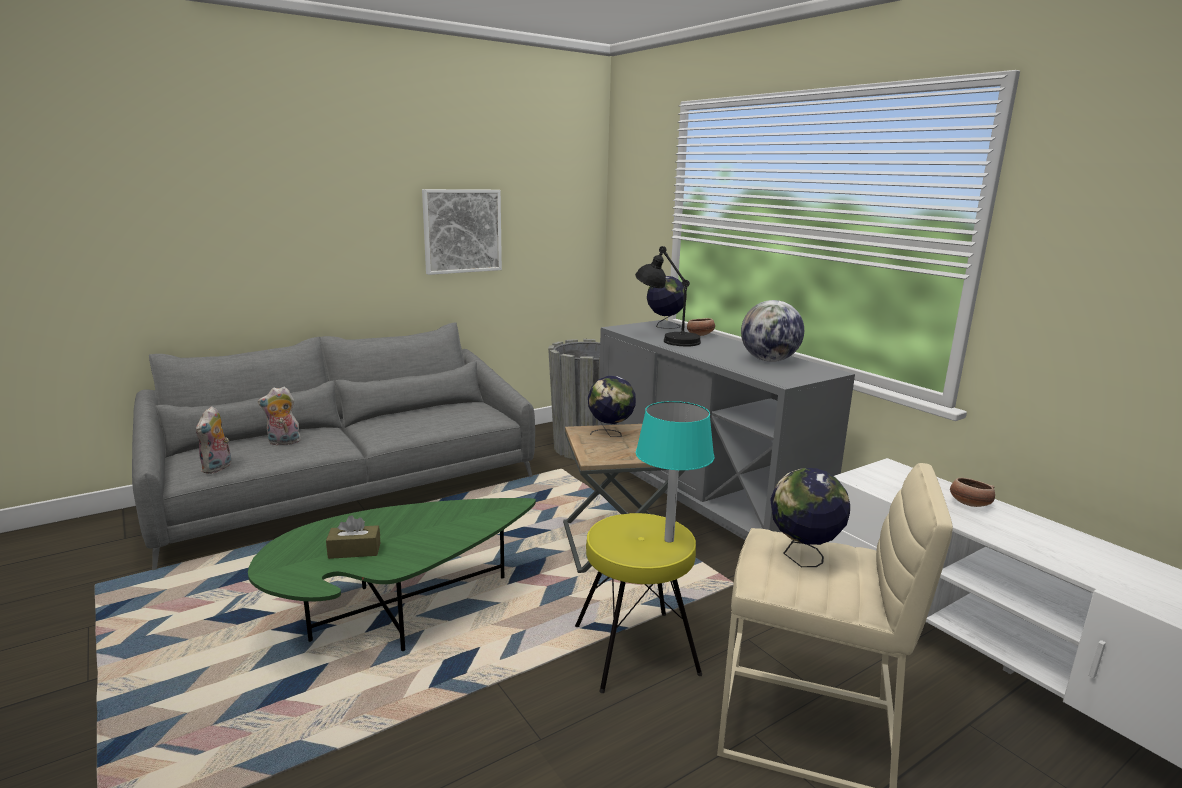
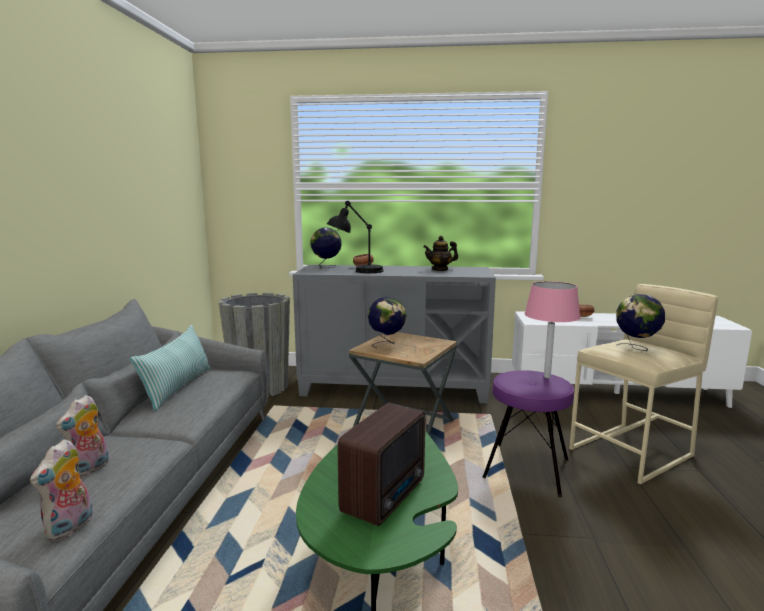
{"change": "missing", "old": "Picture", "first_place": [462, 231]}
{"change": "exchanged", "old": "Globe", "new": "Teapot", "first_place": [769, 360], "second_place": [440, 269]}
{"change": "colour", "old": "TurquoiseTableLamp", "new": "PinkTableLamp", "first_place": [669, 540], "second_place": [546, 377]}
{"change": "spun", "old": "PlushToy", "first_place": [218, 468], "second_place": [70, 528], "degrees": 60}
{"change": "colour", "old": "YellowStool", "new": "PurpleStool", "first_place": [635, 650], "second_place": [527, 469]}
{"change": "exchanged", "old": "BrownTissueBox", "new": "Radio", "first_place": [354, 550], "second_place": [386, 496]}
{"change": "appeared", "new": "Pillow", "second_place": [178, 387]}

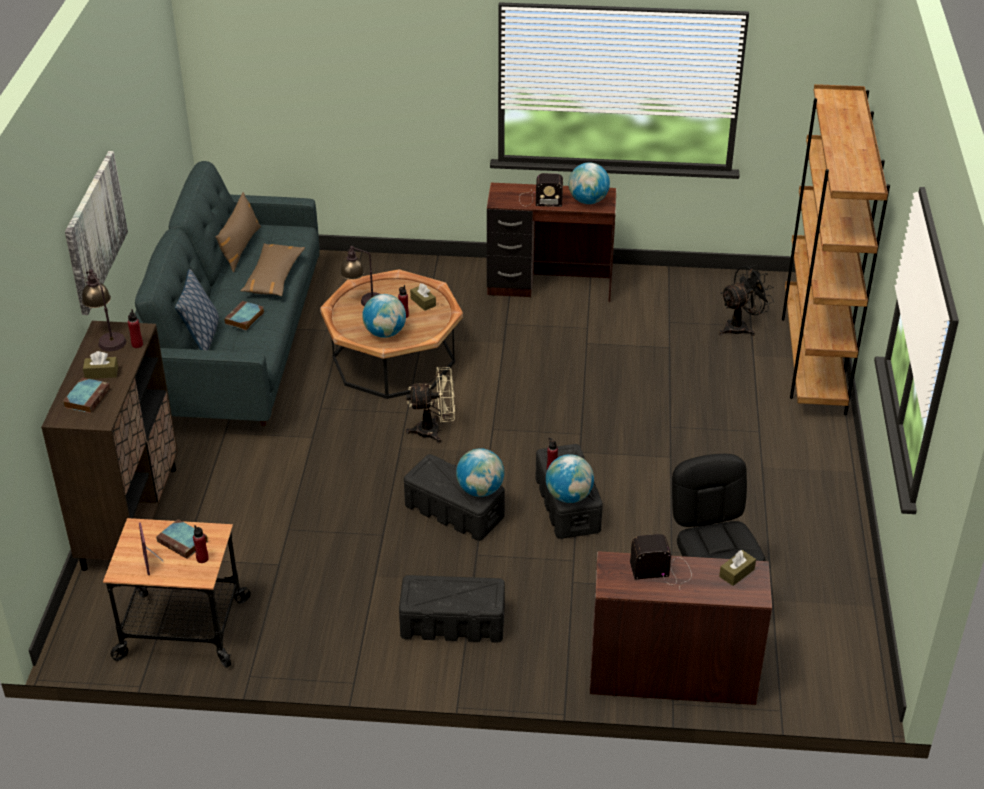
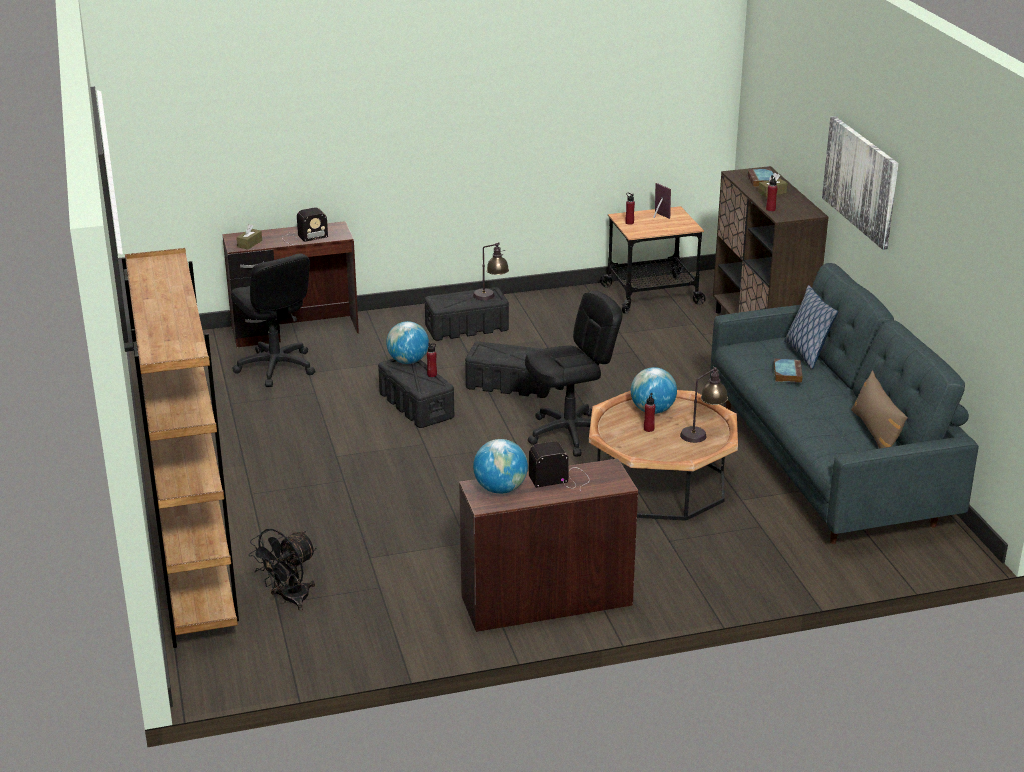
{"change": "missing", "old": "BrownPillow", "first_place": [273, 277]}
{"change": "relocated", "old": "TableLamp", "first_place": [107, 337], "second_place": [491, 297]}
{"change": "missing", "old": "BrownTissueBox", "first_place": [423, 302]}
{"change": "exchanged", "old": "BeigeFan", "new": "BlackOfficeChair", "first_place": [434, 431], "second_place": [570, 434]}
{"change": "missing", "old": "Globe", "first_place": [480, 490]}
{"change": "missing", "old": "Book", "first_place": [183, 542]}

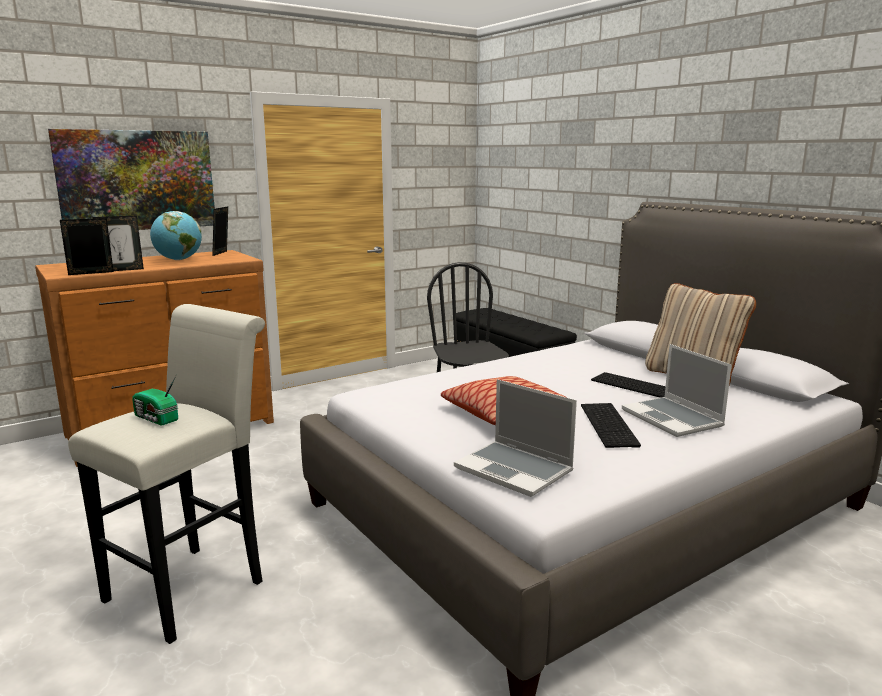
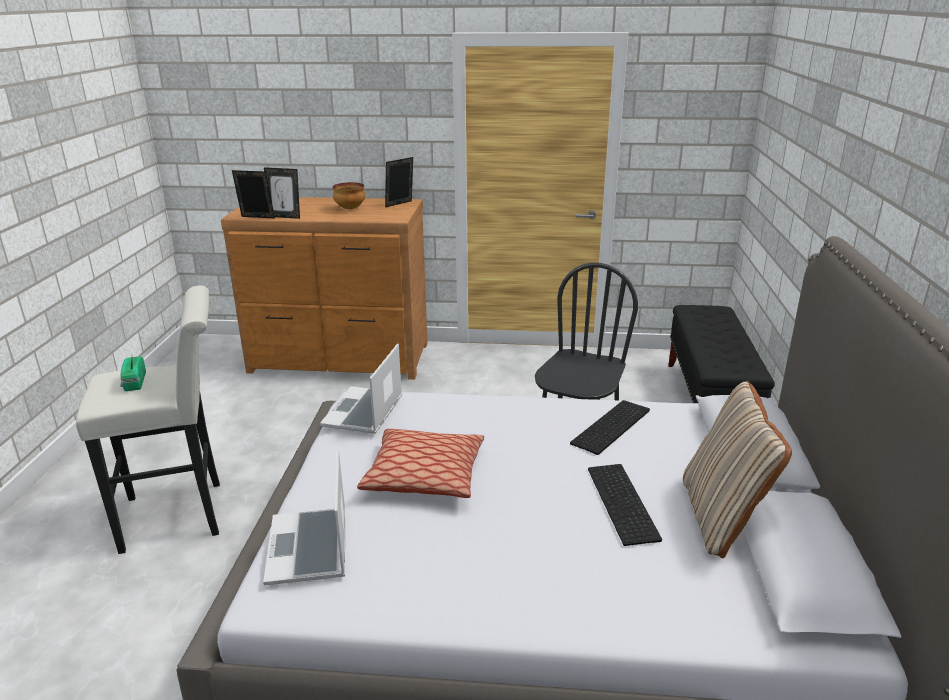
{"change": "missing", "old": "Picture", "first_place": [137, 180]}
{"change": "exchanged", "old": "Globe", "new": "Bowl", "first_place": [178, 260], "second_place": [349, 208]}
{"change": "relocated", "old": "Laptop", "first_place": [673, 419], "second_place": [364, 412]}
{"change": "relocated", "old": "Keyboard", "first_place": [611, 425], "second_place": [612, 427]}

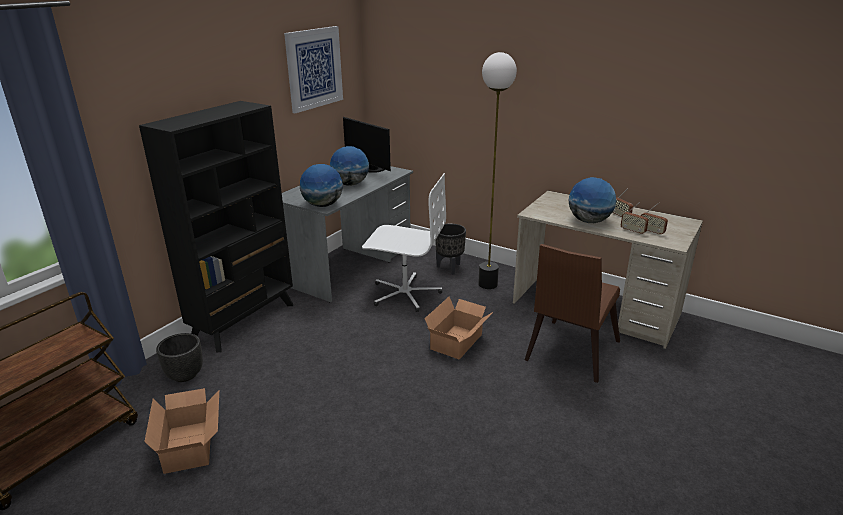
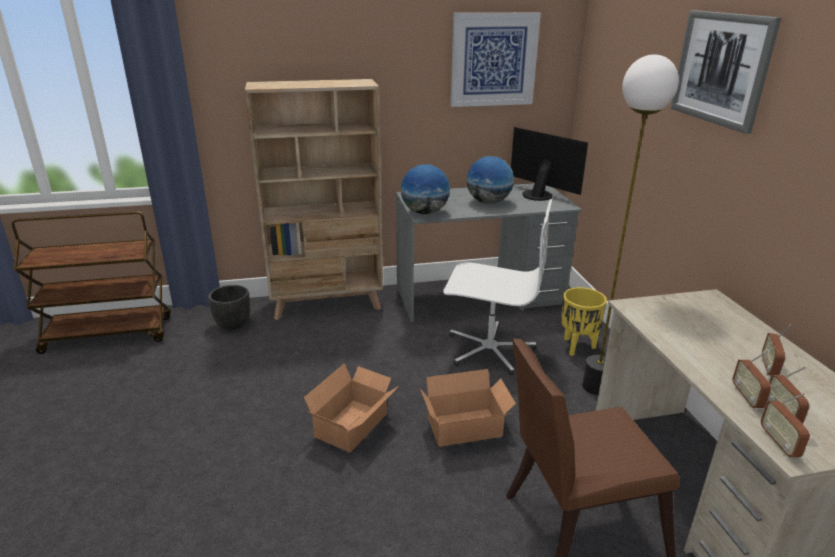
{"change": "colour", "old": "BlackBookcase", "new": "BeigeBookcase", "first_place": [244, 321], "second_place": [327, 304]}
{"change": "spun", "old": "Monitor", "first_place": [371, 169], "second_place": [539, 195], "degrees": 135}
{"change": "spun", "old": "WhiteOfficeChair", "first_place": [405, 293], "second_place": [489, 349], "degrees": -45}
{"change": "missing", "old": "Globe", "first_place": [589, 221]}
{"change": "colour", "old": "BlackPlanter", "new": "YellowPlanter", "first_place": [450, 268], "second_place": [577, 347]}
{"change": "relocated", "old": "CardboardBox", "first_place": [191, 444], "second_place": [355, 425]}
{"change": "appeared", "new": "Picture", "second_place": [721, 68]}
{"change": "appeared", "new": "Radio", "second_place": [779, 443]}

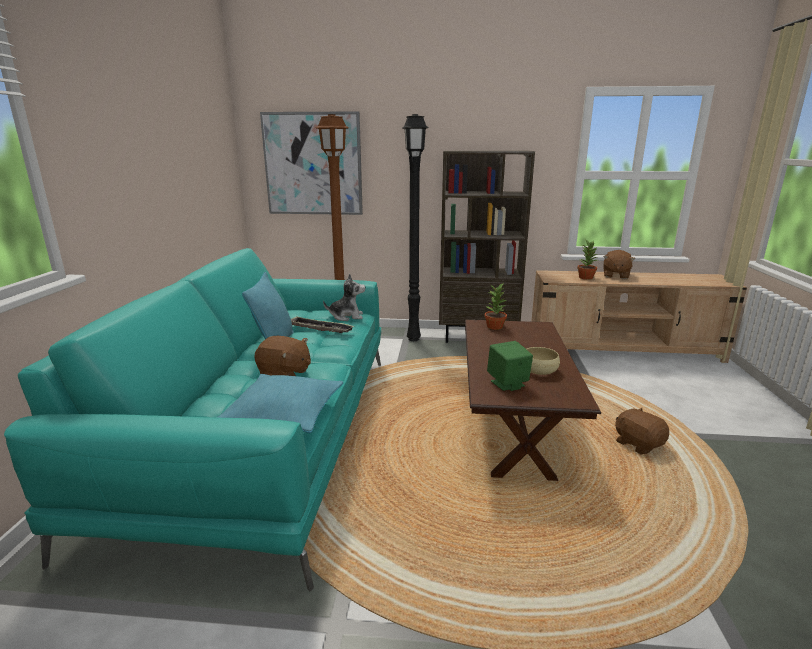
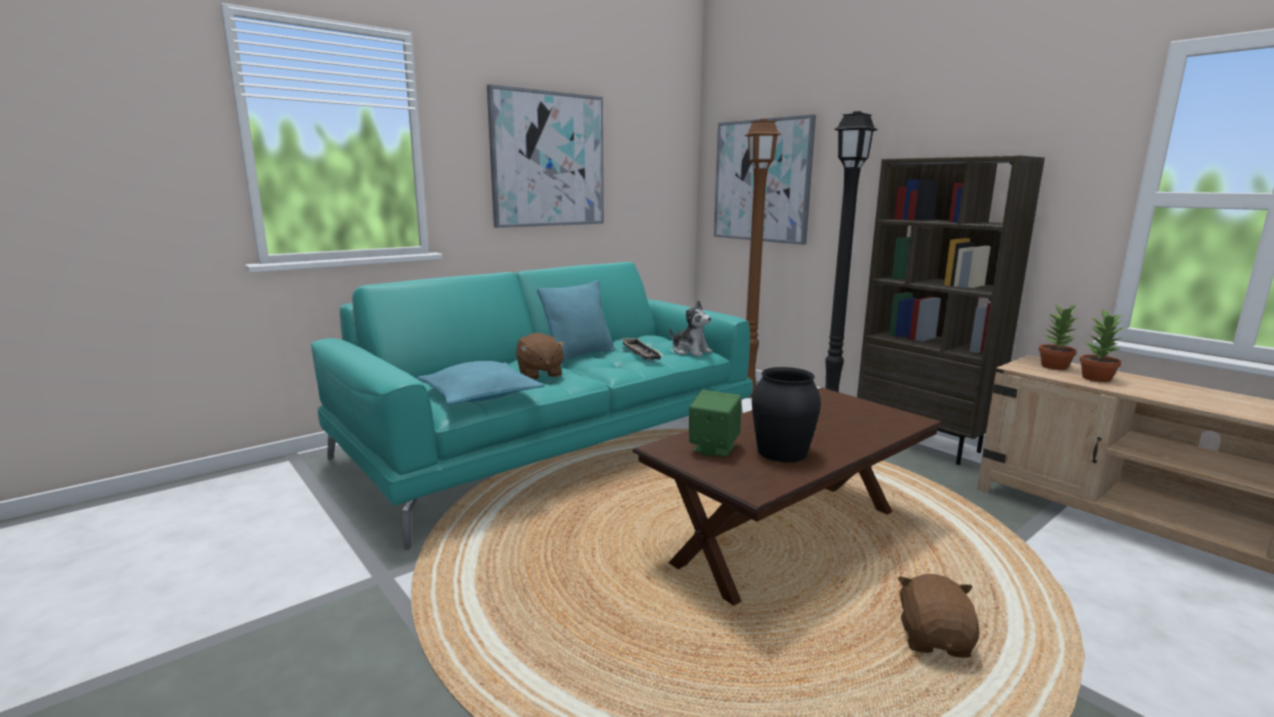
{"change": "missing", "old": "BrownPlushToy", "first_place": [615, 275]}
{"change": "relocated", "old": "PottedPlant", "first_place": [495, 327], "second_place": [1055, 367]}
{"change": "exchanged", "old": "BeigeBowl", "new": "BlackVase", "first_place": [539, 370], "second_place": [782, 452]}
{"change": "appeared", "new": "Picture", "second_place": [548, 160]}

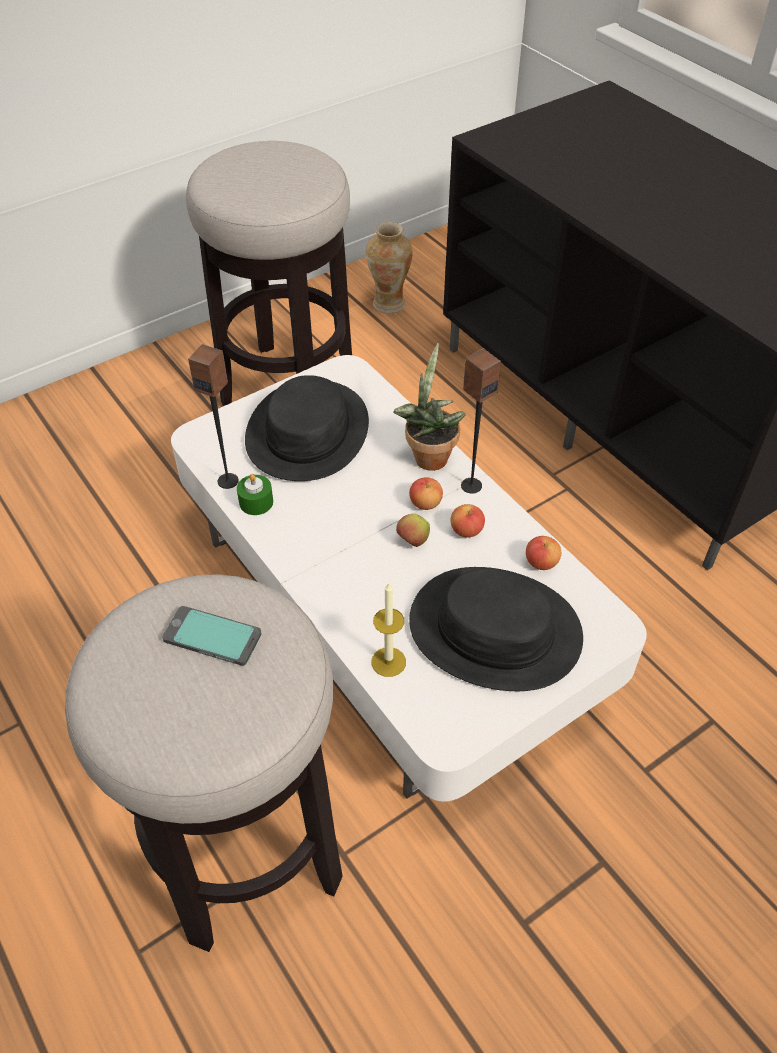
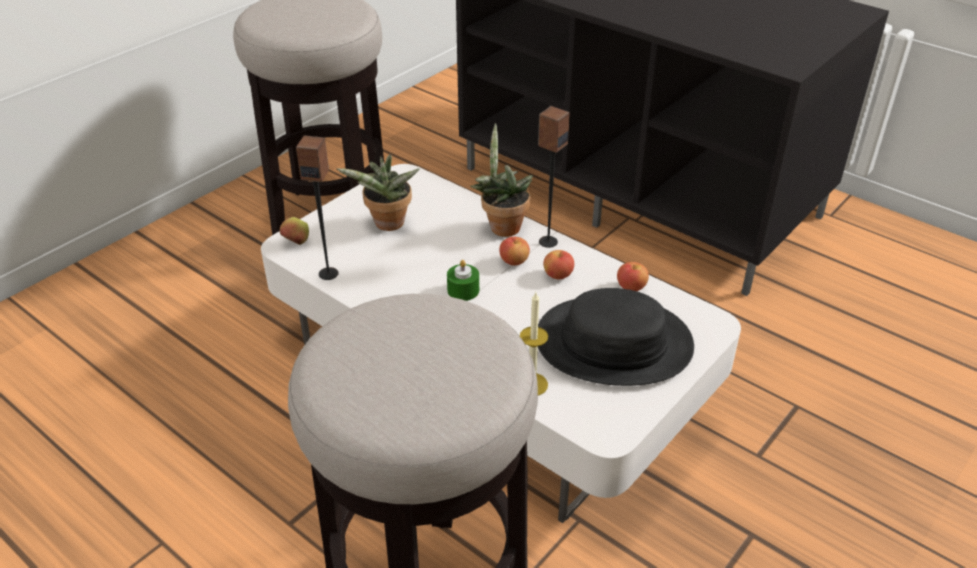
{"change": "missing", "old": "Vase", "first_place": [389, 303]}
{"change": "exchanged", "old": "BlackHat", "new": "PottedPlant", "first_place": [308, 432], "second_place": [387, 225]}
{"change": "relocated", "old": "GreenCandle", "first_place": [256, 502], "second_place": [463, 290]}
{"change": "relocated", "old": "Apple", "first_place": [413, 541], "second_place": [296, 243]}
{"change": "missing", "old": "Phone", "first_place": [212, 637]}

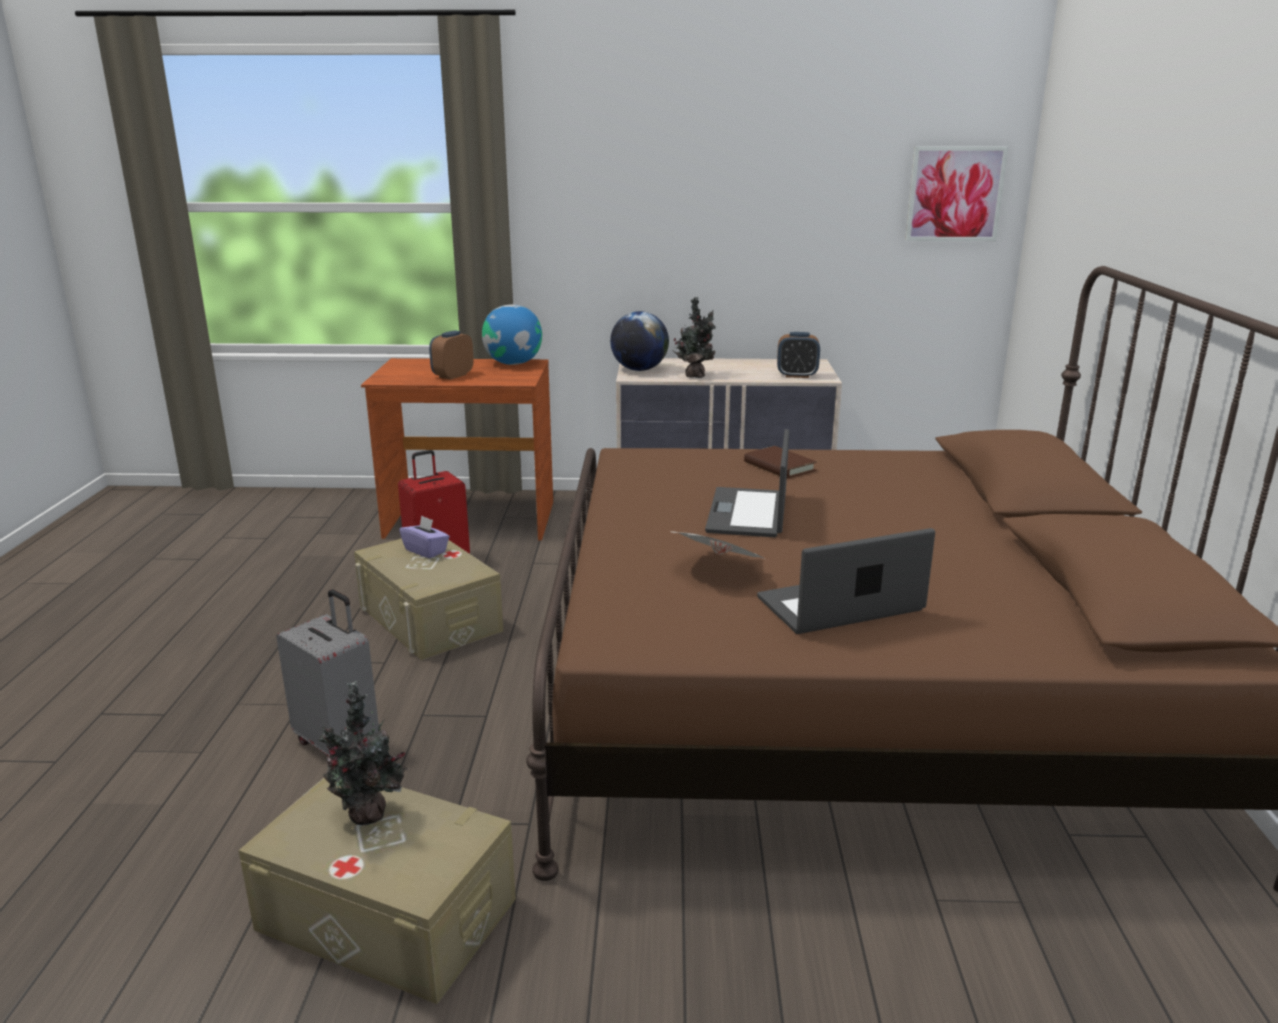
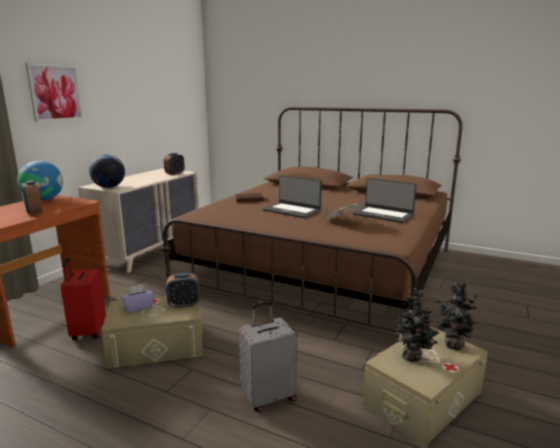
{"change": "relocated", "old": "Picture", "first_place": [955, 194], "second_place": [55, 93]}
{"change": "relocated", "old": "PottedPlant", "first_place": [695, 376], "second_place": [452, 345]}
{"change": "spun", "old": "Laptop", "first_place": [841, 606], "second_place": [383, 214], "degrees": -60}
{"change": "appeared", "new": "AlarmClock", "second_place": [184, 304]}

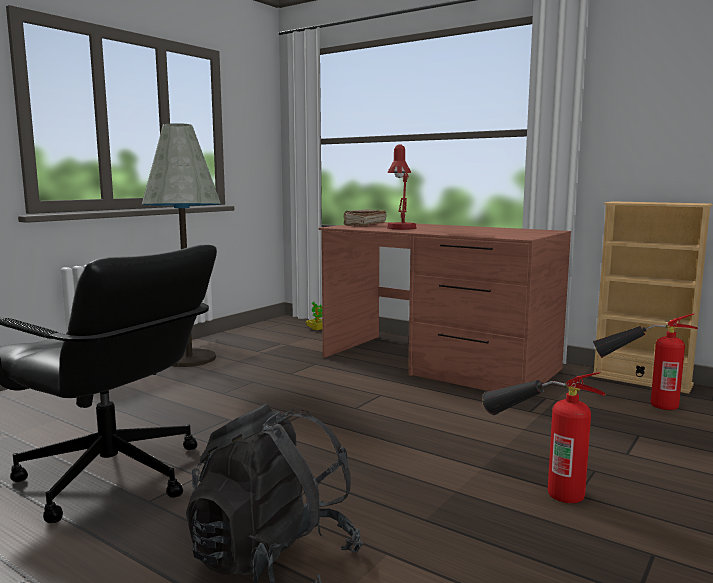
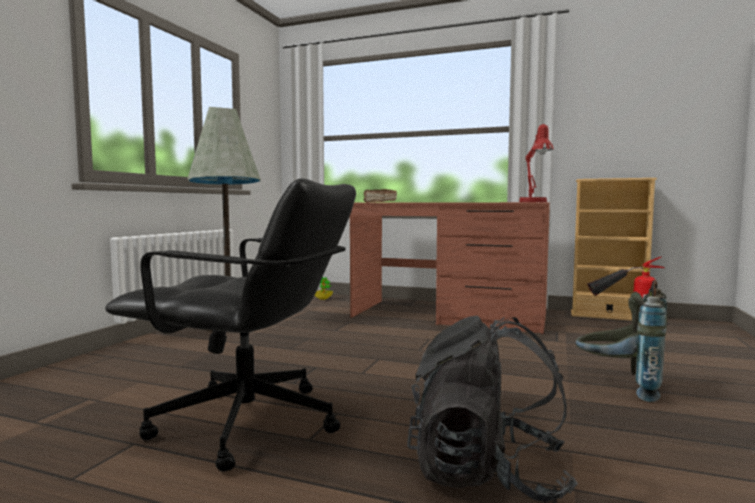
{"change": "relocated", "old": "RedTableLamp", "first_place": [400, 229], "second_place": [535, 202]}
{"change": "exchanged", "old": "FireExtinguisher", "new": "GreyBackpack", "first_place": [535, 483], "second_place": [620, 387]}

